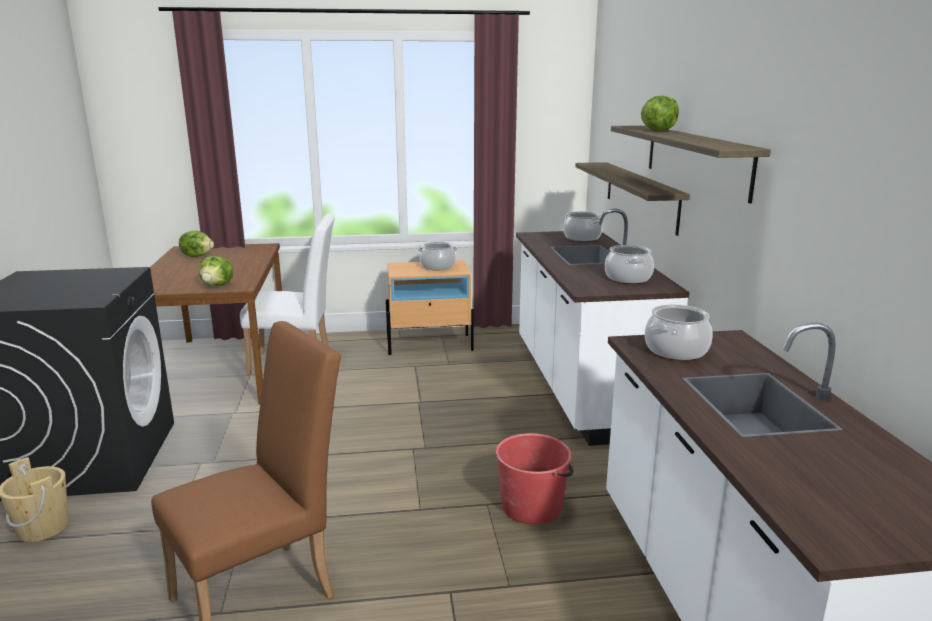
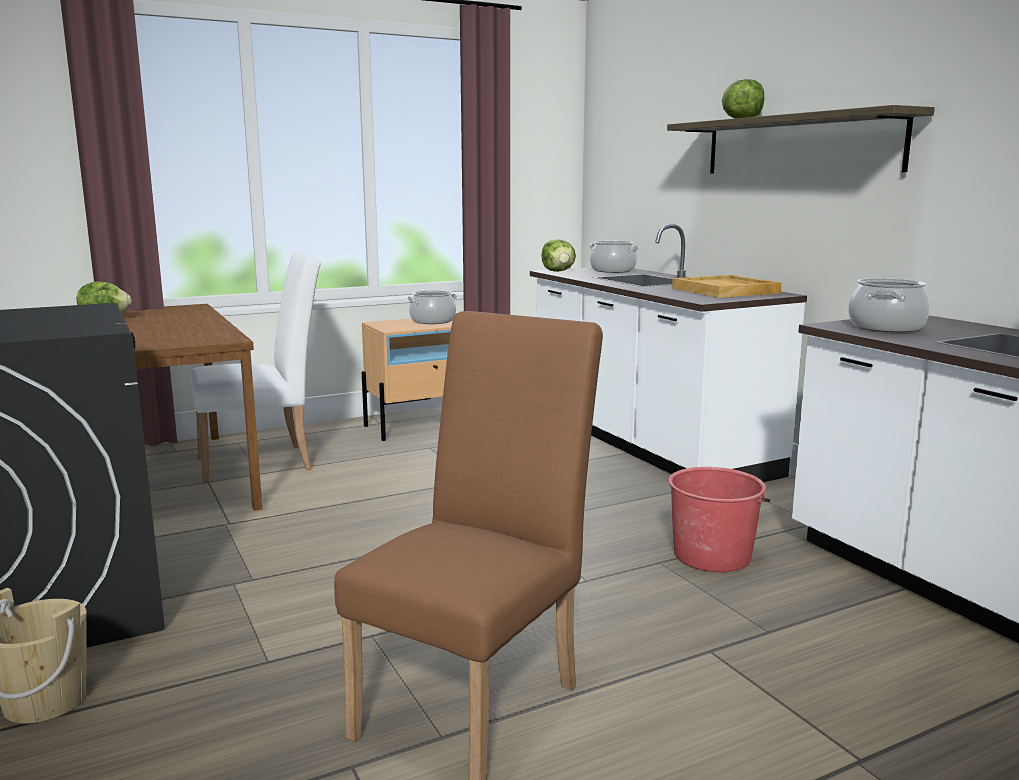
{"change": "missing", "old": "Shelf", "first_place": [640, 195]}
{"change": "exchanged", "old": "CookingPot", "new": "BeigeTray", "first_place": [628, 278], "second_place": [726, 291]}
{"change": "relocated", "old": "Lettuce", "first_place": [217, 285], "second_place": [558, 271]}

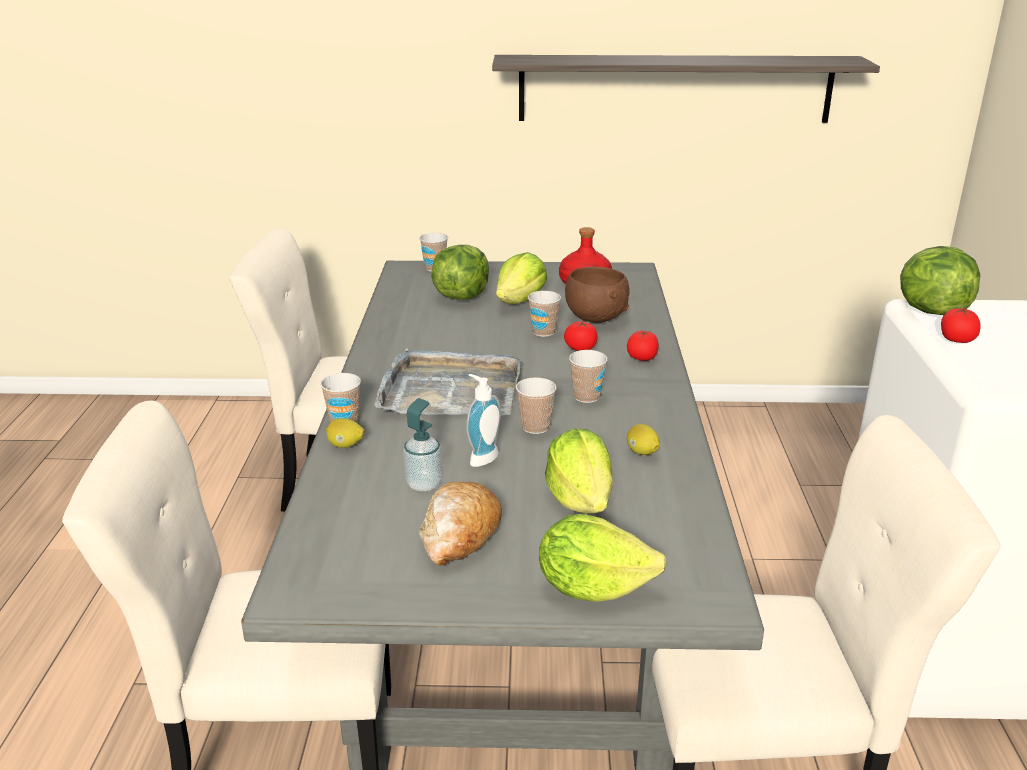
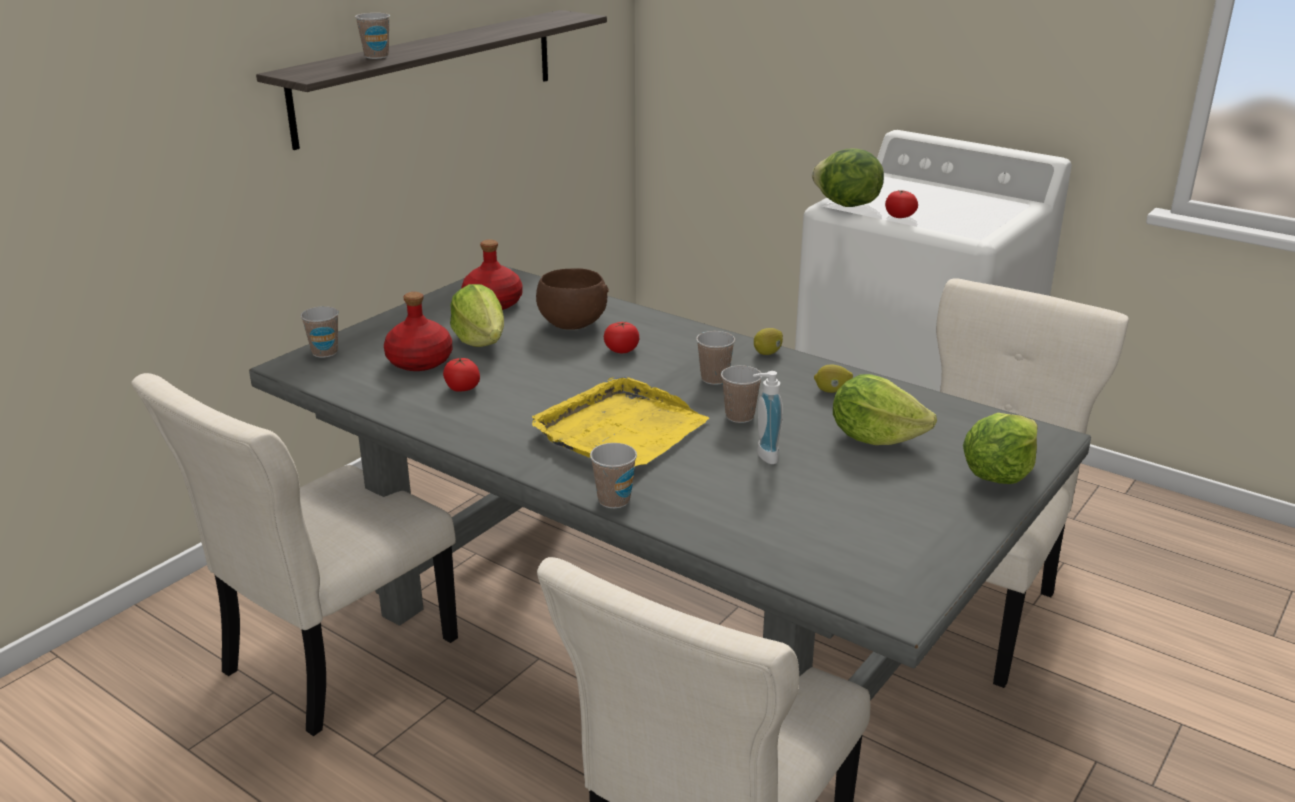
{"change": "exchanged", "old": "Lettuce", "new": "RedBottle", "first_place": [461, 296], "second_place": [419, 362]}
{"change": "relocated", "old": "Cup", "first_place": [543, 332], "second_place": [376, 56]}
{"change": "relocated", "old": "Tomato", "first_place": [642, 358], "second_place": [462, 388]}
{"change": "colour", "old": "GreyTray", "new": "YellowTray", "first_place": [450, 390], "second_place": [620, 430]}
{"change": "missing", "old": "SoapDispenser", "first_place": [424, 484]}
{"change": "relocated", "old": "Lemon", "first_place": [345, 445], "second_place": [768, 353]}
{"change": "missing", "old": "Bread", "first_place": [459, 535]}

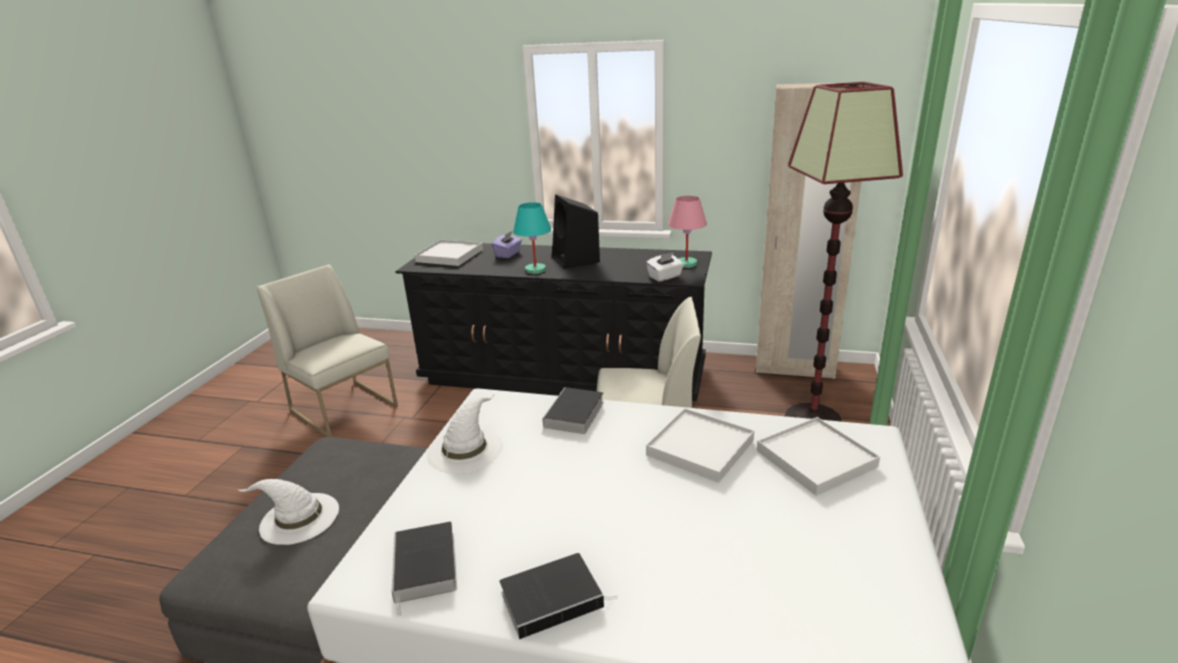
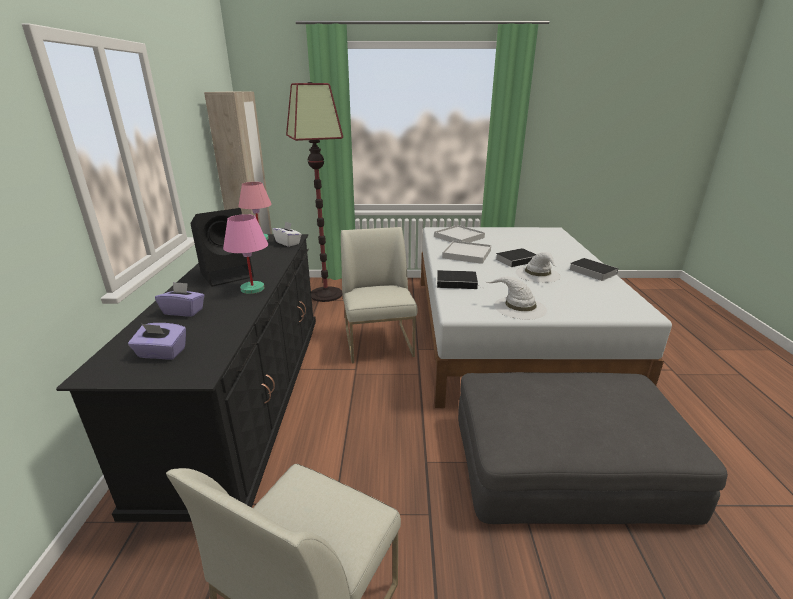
{"change": "colour", "old": "TurquoiseTableLamp", "new": "PinkTableLamp", "first_place": [535, 270], "second_place": [252, 289]}
{"change": "exchanged", "old": "WhiteTray", "new": "PurpleTissueBox", "first_place": [450, 256], "second_place": [162, 353]}
{"change": "relocated", "old": "WhiteHat", "first_place": [298, 518], "second_place": [538, 274]}
{"change": "relocated", "old": "Book", "first_place": [426, 567], "second_place": [517, 260]}

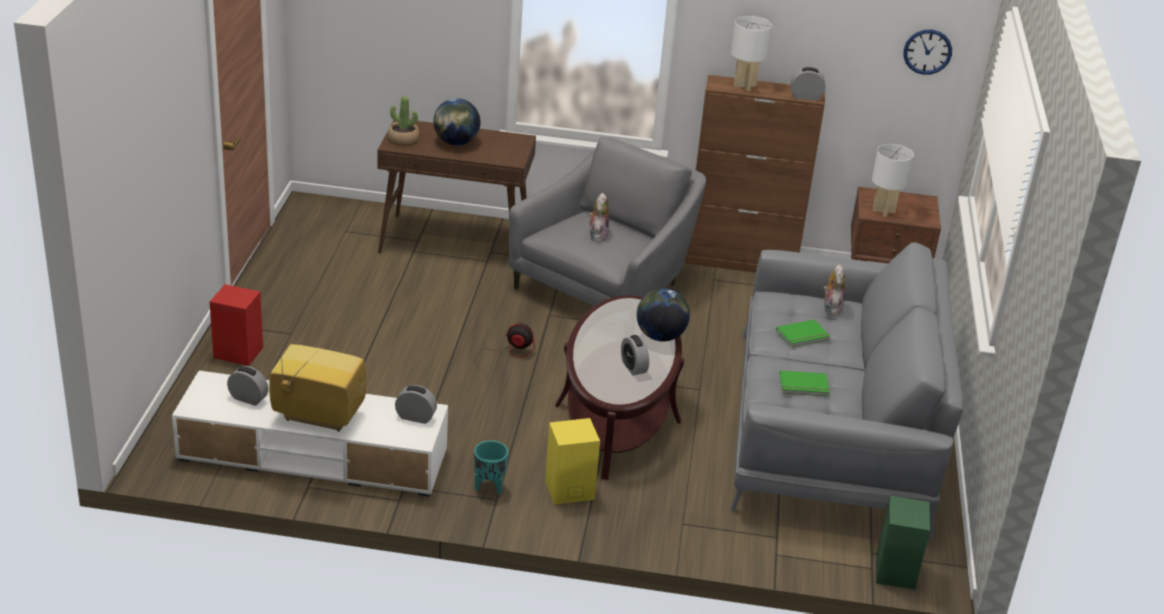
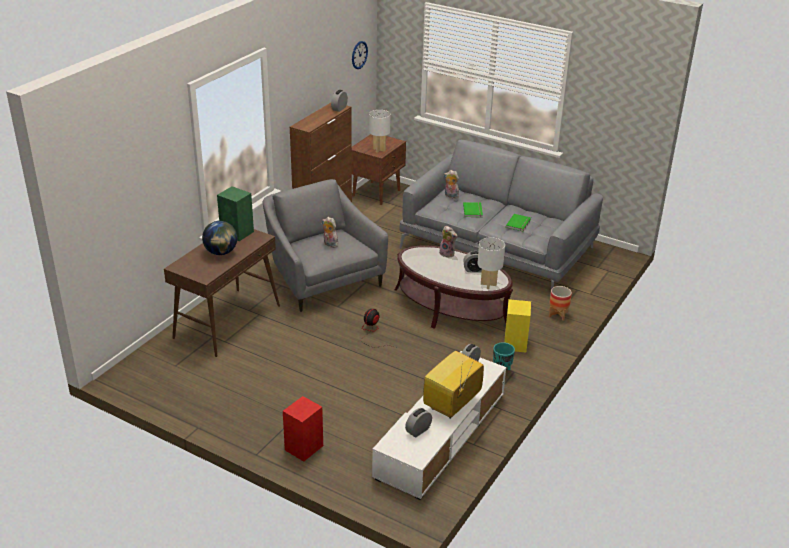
{"change": "relocated", "old": "WhiteTableLamp", "first_place": [744, 86], "second_place": [488, 285]}
{"change": "missing", "old": "PottedPlant", "first_place": [403, 139]}
{"change": "exchanged", "old": "Globe", "new": "PlushToy", "first_place": [660, 336], "second_place": [448, 253]}
{"change": "relocated", "old": "GreenSpeaker", "first_place": [895, 572], "second_place": [237, 233]}
{"change": "appeared", "new": "Planter", "second_place": [558, 315]}

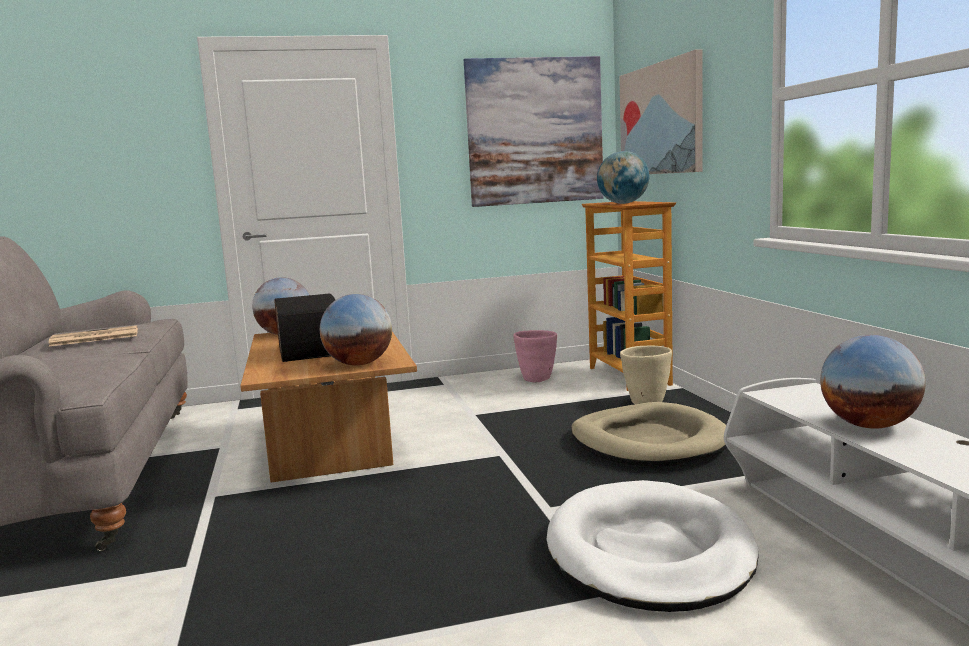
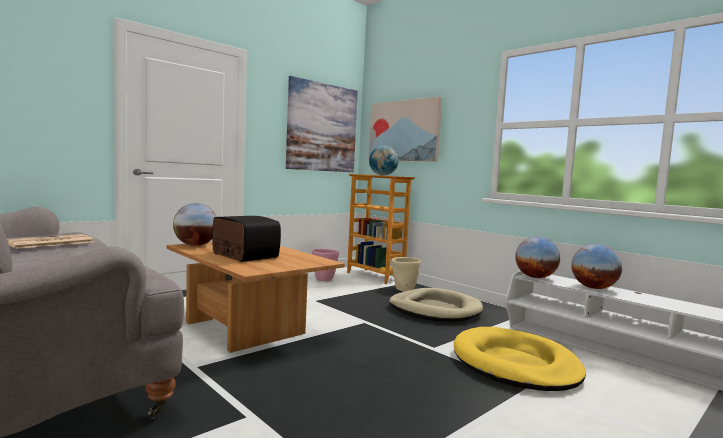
{"change": "relocated", "old": "Globe", "first_place": [359, 364], "second_place": [535, 277]}
{"change": "colour", "old": "WhiteDogBed", "new": "YellowDogBed", "first_place": [649, 553], "second_place": [515, 364]}

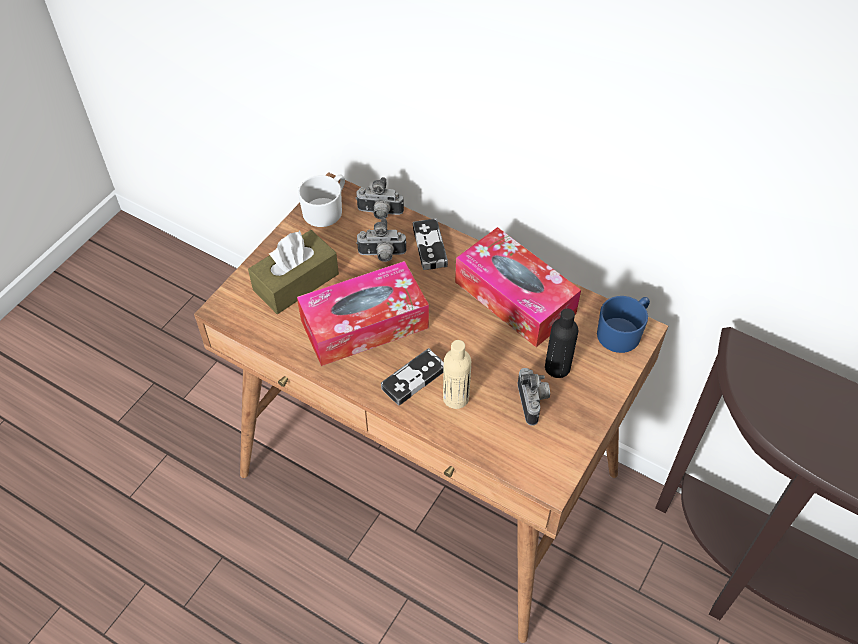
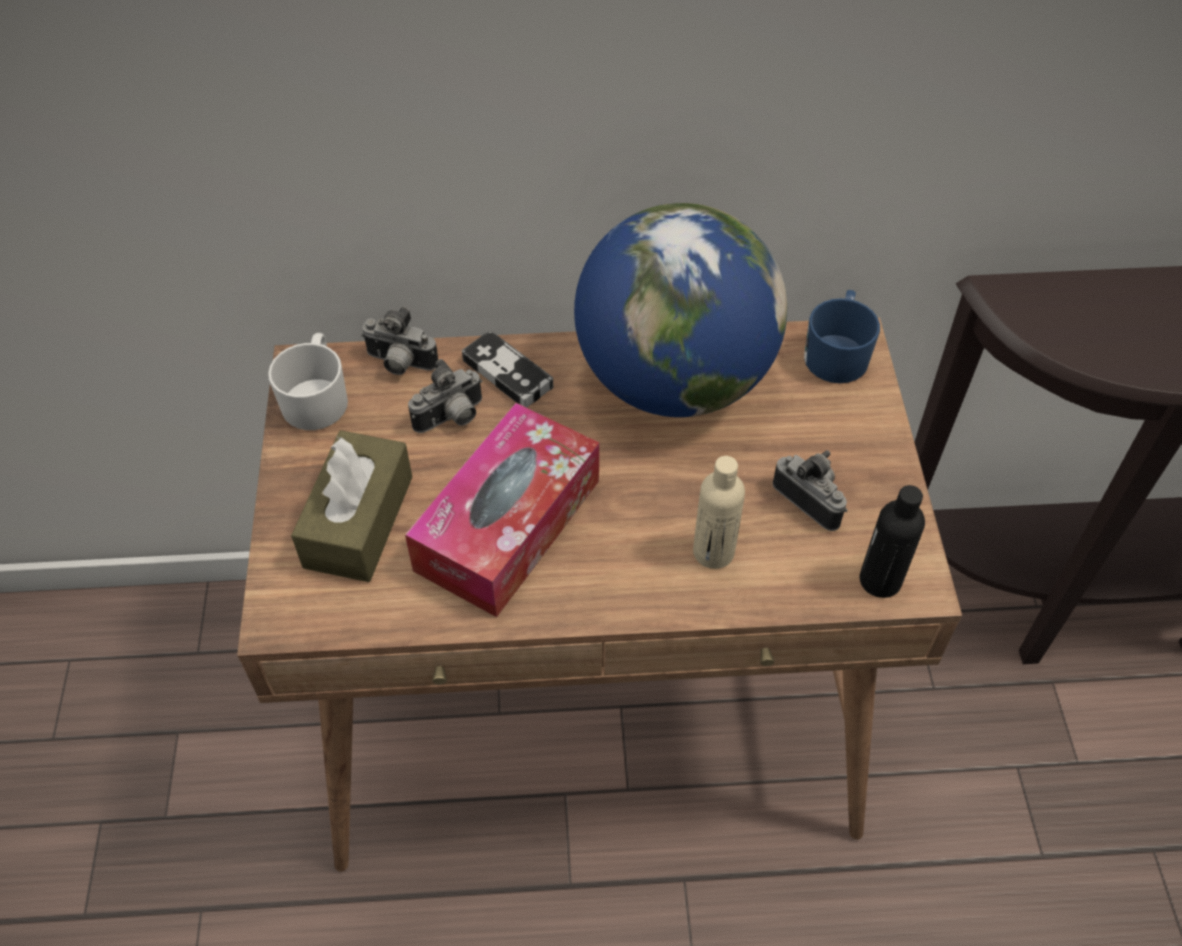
{"change": "spun", "old": "PhotoCamera", "first_place": [379, 213], "second_place": [400, 364], "degrees": 45}
{"change": "exchanged", "old": "TissueBox", "new": "Globe", "first_place": [515, 297], "second_place": [674, 381]}
{"change": "relocated", "old": "BlackBottle", "first_place": [557, 367], "second_place": [880, 580]}
{"change": "missing", "old": "GameController", "first_place": [413, 379]}

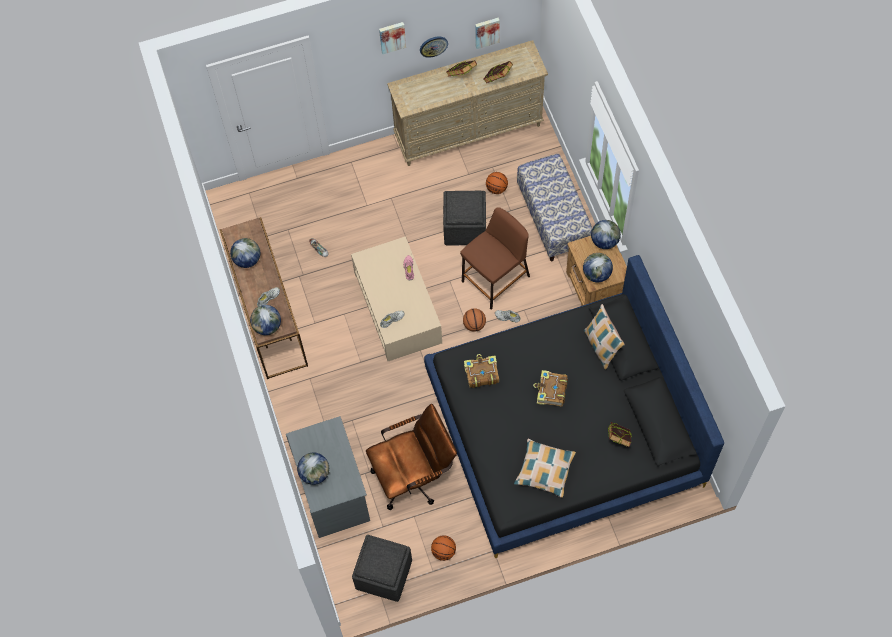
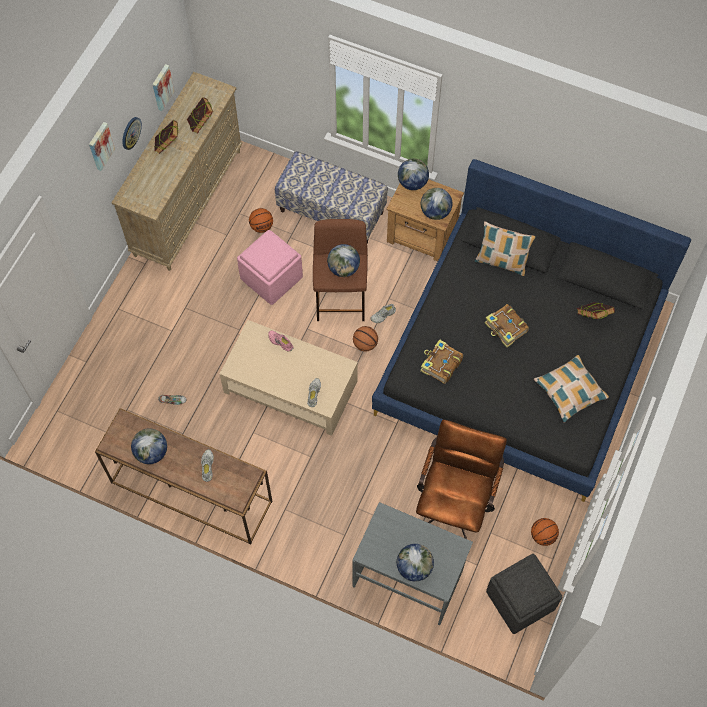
{"change": "colour", "old": "GreyOttoman", "new": "PinkOttoman", "first_place": [465, 227], "second_place": [271, 277]}
{"change": "relocated", "old": "Globe", "first_place": [267, 326], "second_place": [344, 268]}

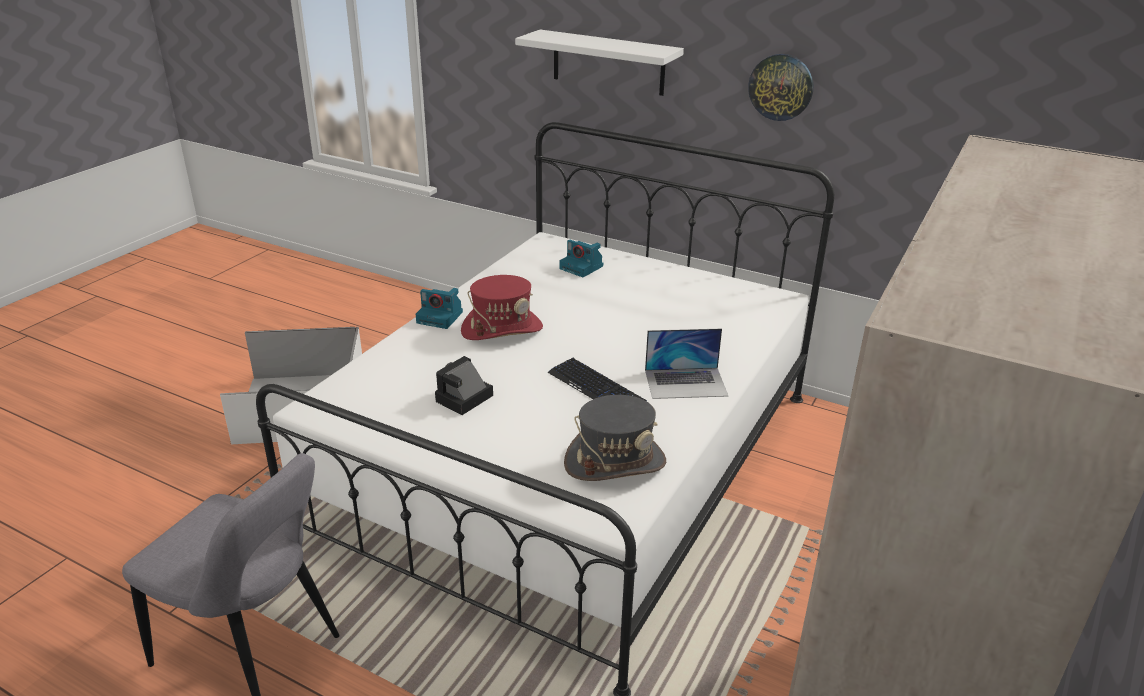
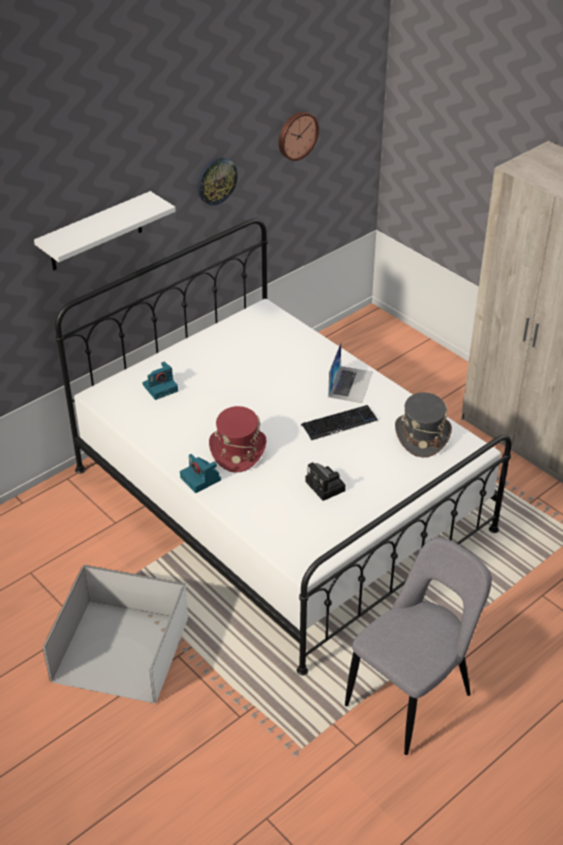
{"change": "spun", "old": "PhotoCamera", "first_place": [441, 317], "second_place": [201, 479], "degrees": 105}
{"change": "appeared", "new": "WallClock", "second_place": [296, 135]}

